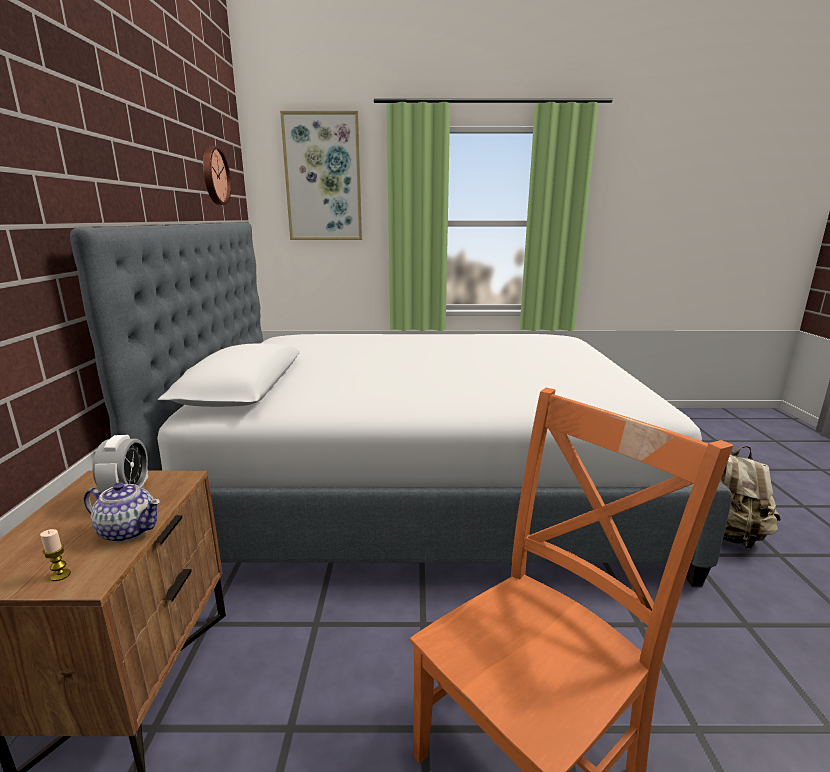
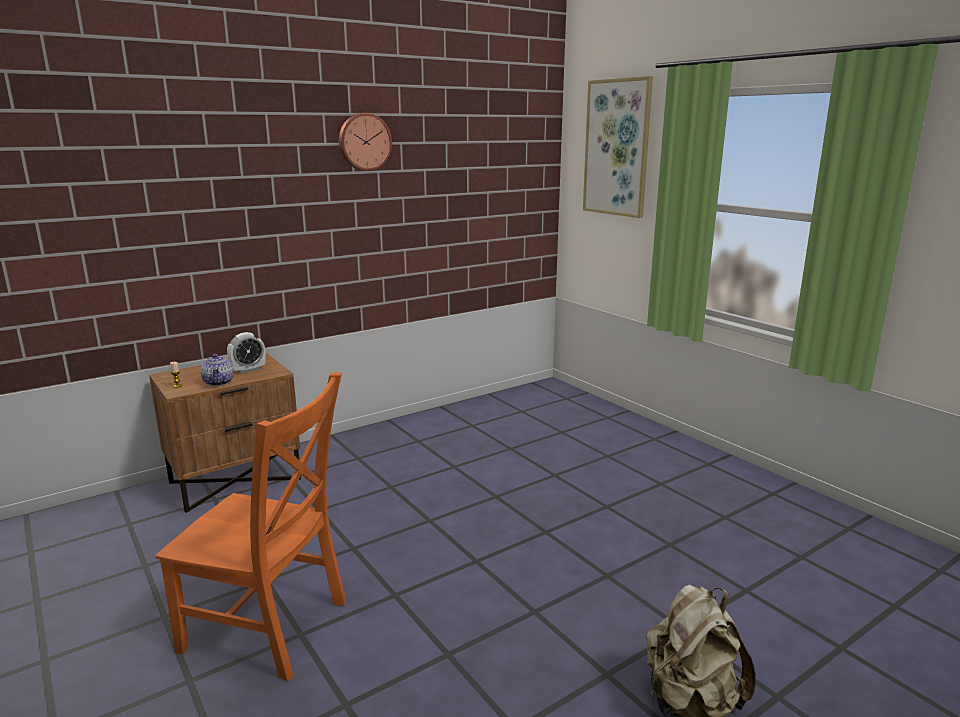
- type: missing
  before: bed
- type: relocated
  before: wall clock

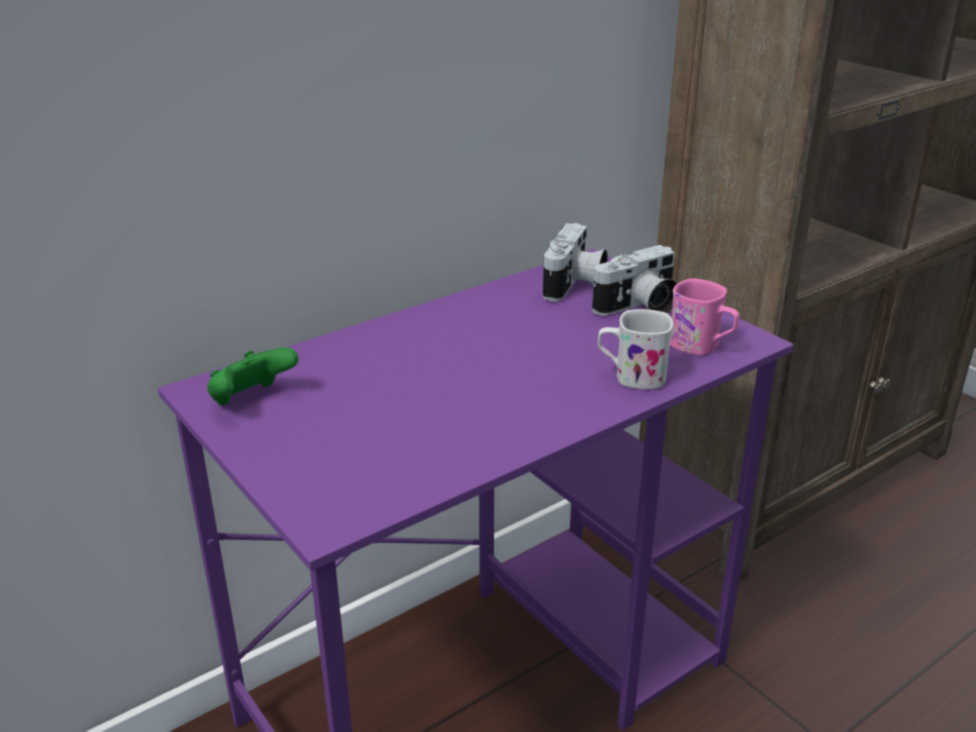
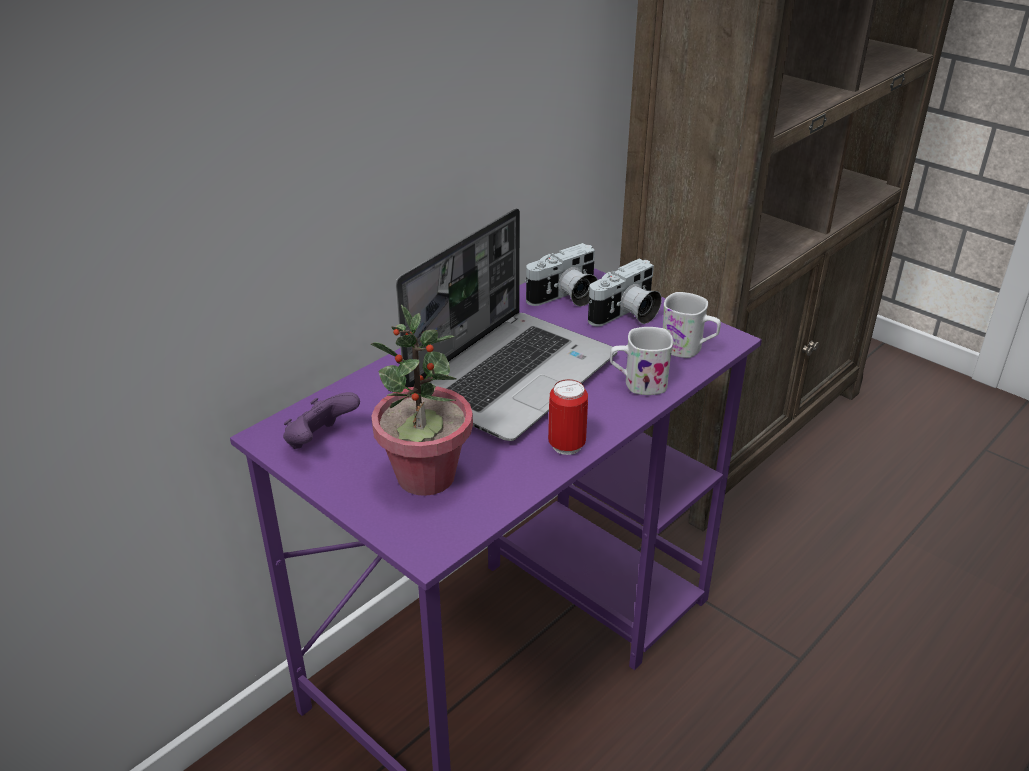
- type: appeared
  after: potted plant
- type: appeared
  after: laptop
- type: appeared
  after: can
- type: colour
  before: green game controller
  after: purple game controller
- type: colour
  before: pink mug
  after: white mug (no. 2 from left)
- type: spun
  before: photo camera (no. 1 from left)
  turn: 45

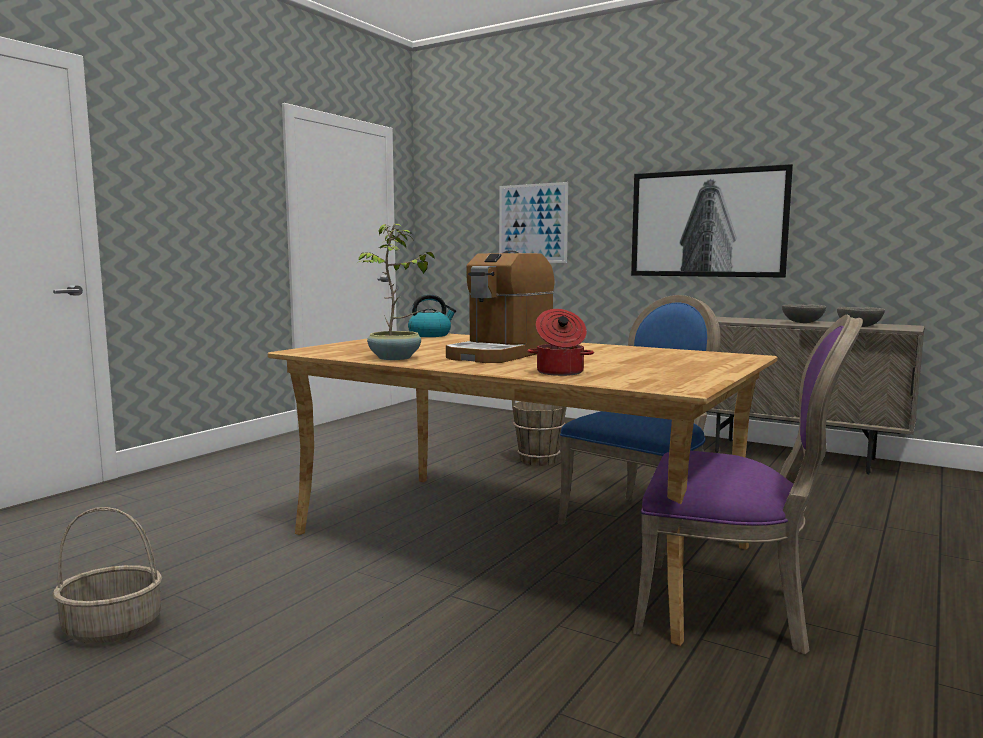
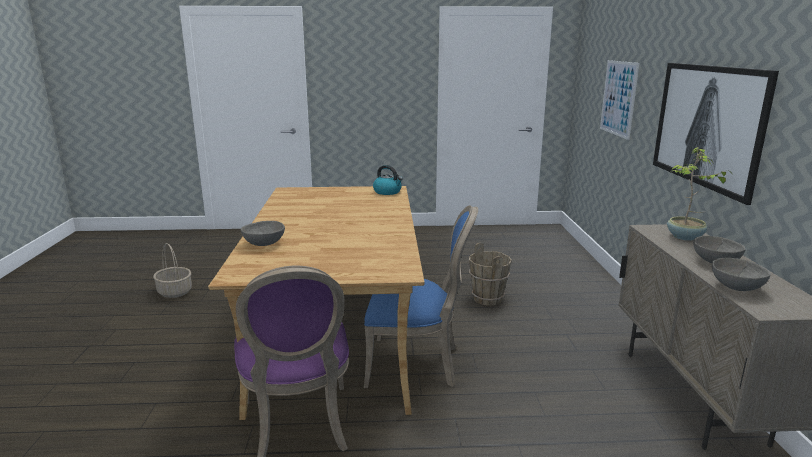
- type: missing
  before: coffee machine
- type: relocated
  before: potted plant
- type: exchanged
  before: cooking pot
  after: grey bowl (no. 1 from left)

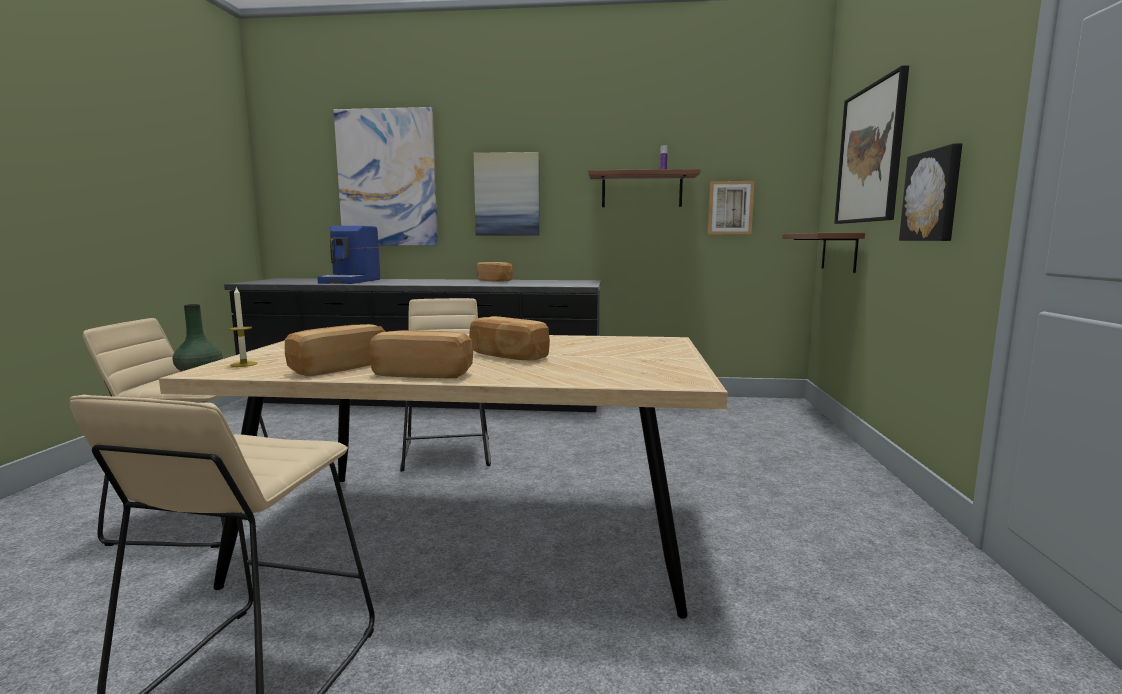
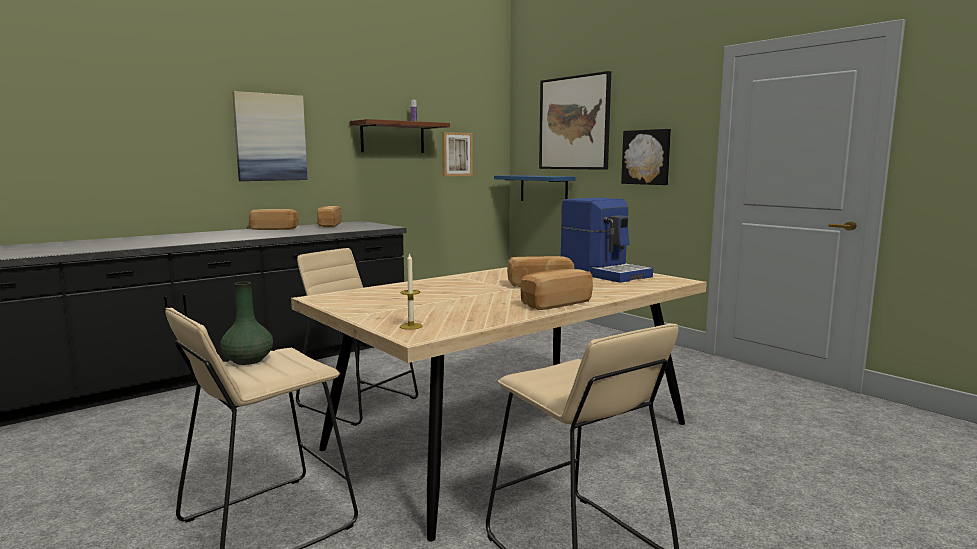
- type: missing
  before: picture (no. 1 from left)
- type: relocated
  before: bread (no. 1 from left in the first image)
  after: bread (no. 2 from left)
- type: relocated
  before: coffee machine
- type: colour
  before: brown shelf (no. 2 from left)
  after: blue shelf

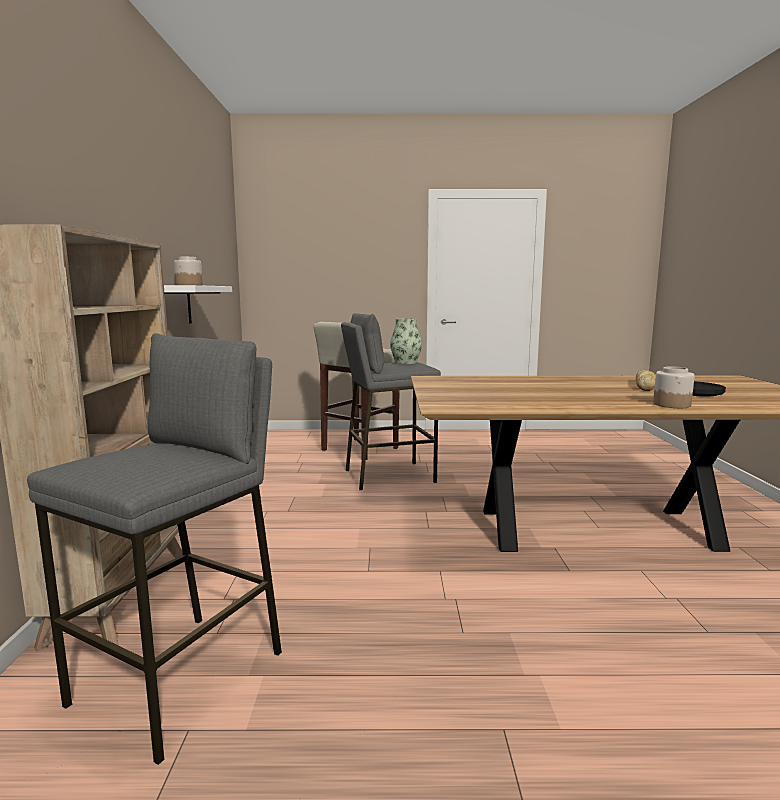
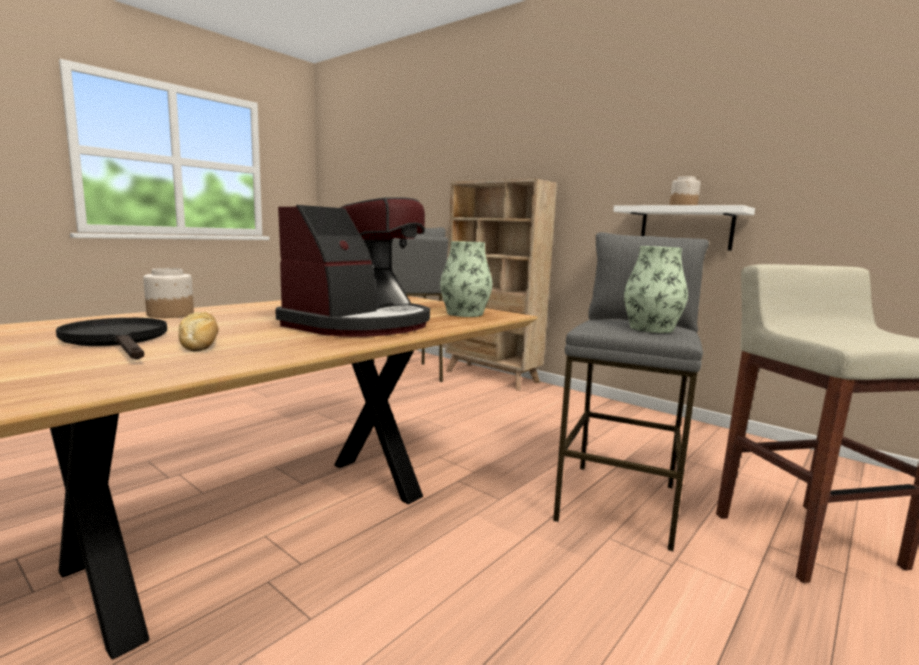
- type: appeared
  after: coffee machine
- type: appeared
  after: vase (no. 1 from left)

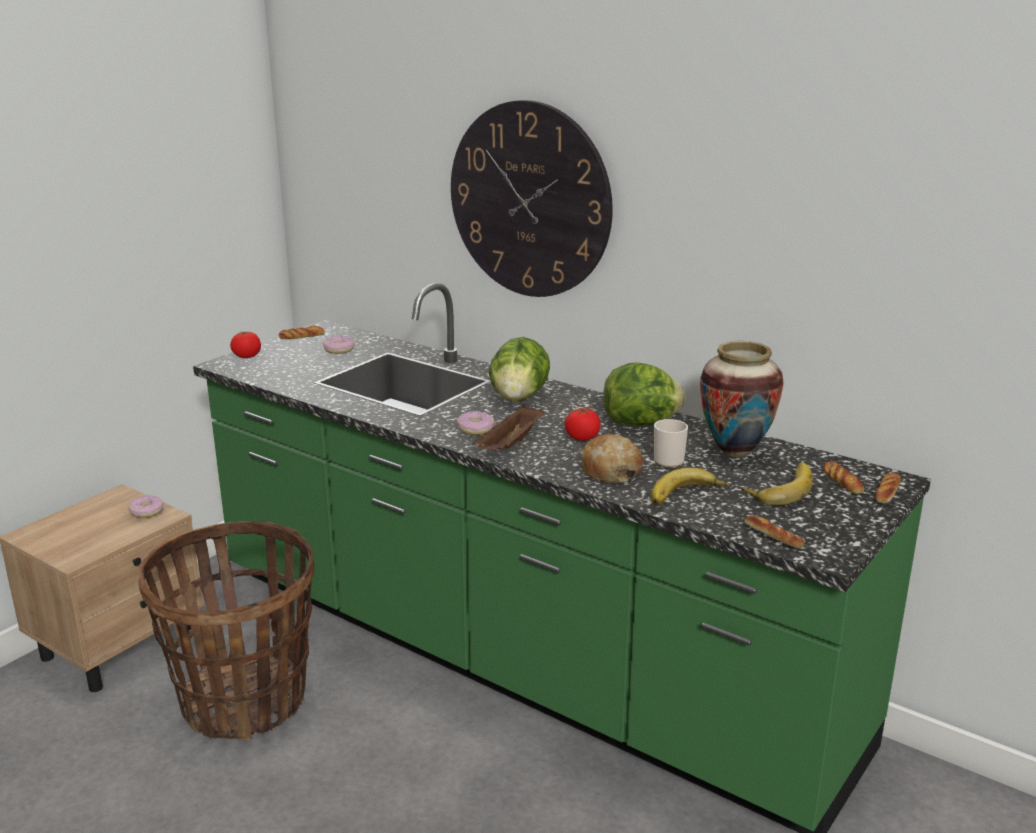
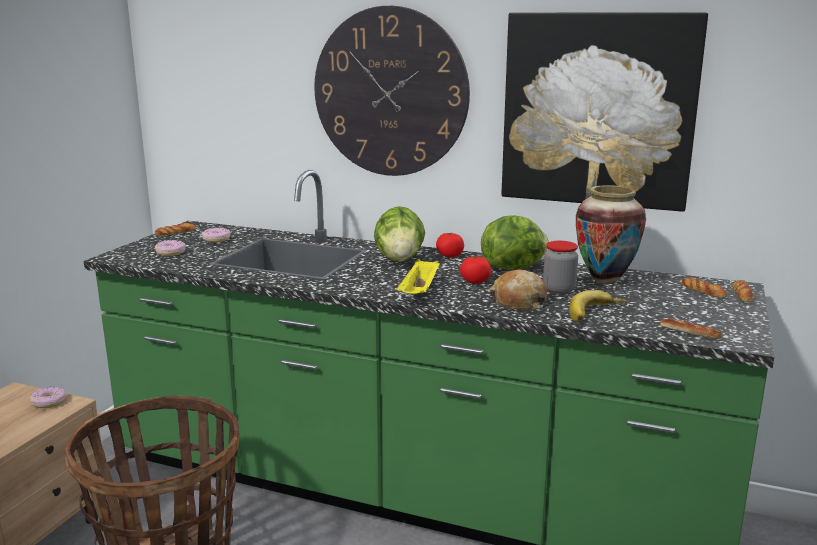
- type: missing
  before: banana (no. 2 from left)
- type: appeared
  after: picture
- type: relocated
  before: tomato (no. 1 from left)
- type: relocated
  before: donut (no. 3 from left in the first image)
  after: donut (no. 2 from left)
- type: exchanged
  before: mug
  after: jar
- type: colour
  before: brown tray
  after: yellow tray

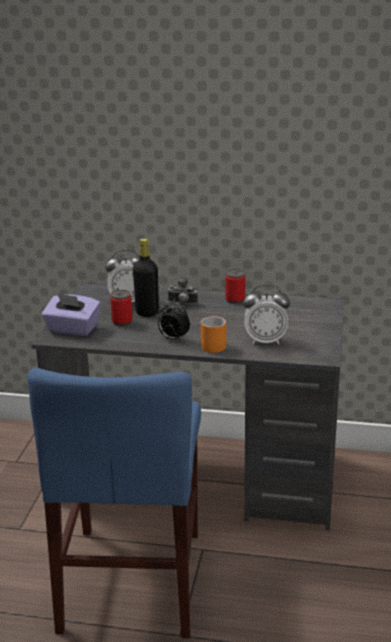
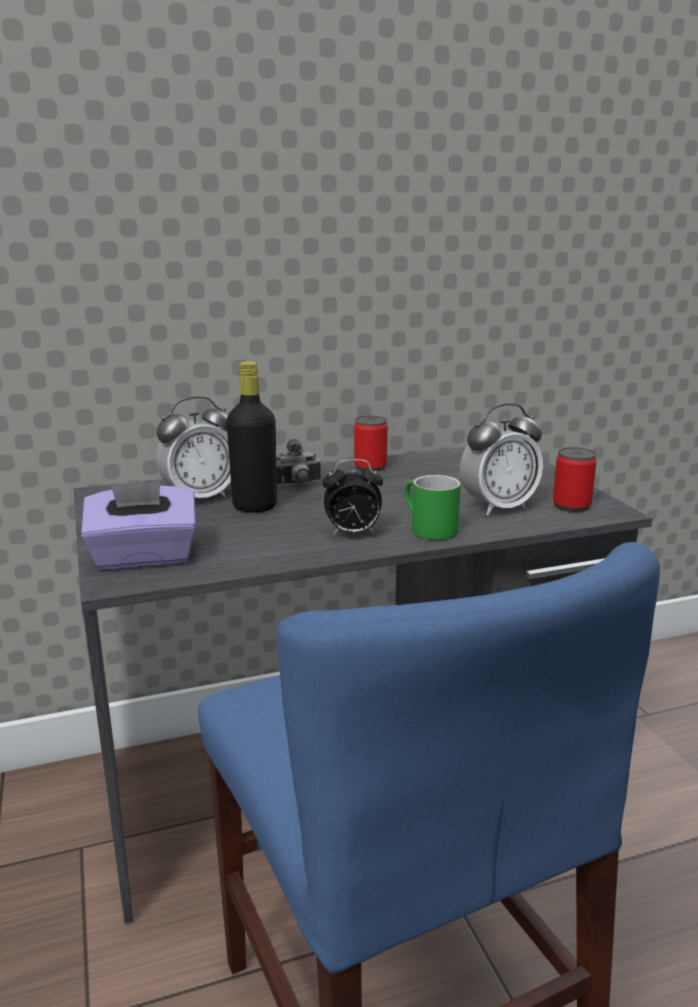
- type: relocated
  before: can (no. 1 from left in the first image)
  after: can (no. 2 from left)
- type: colour
  before: orange mug
  after: green mug

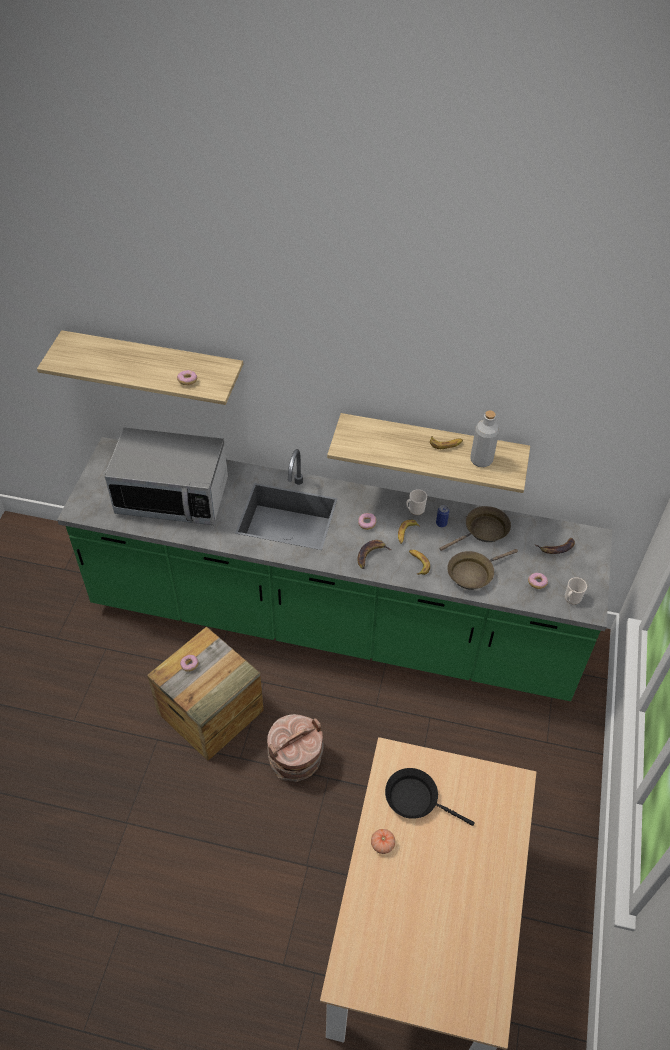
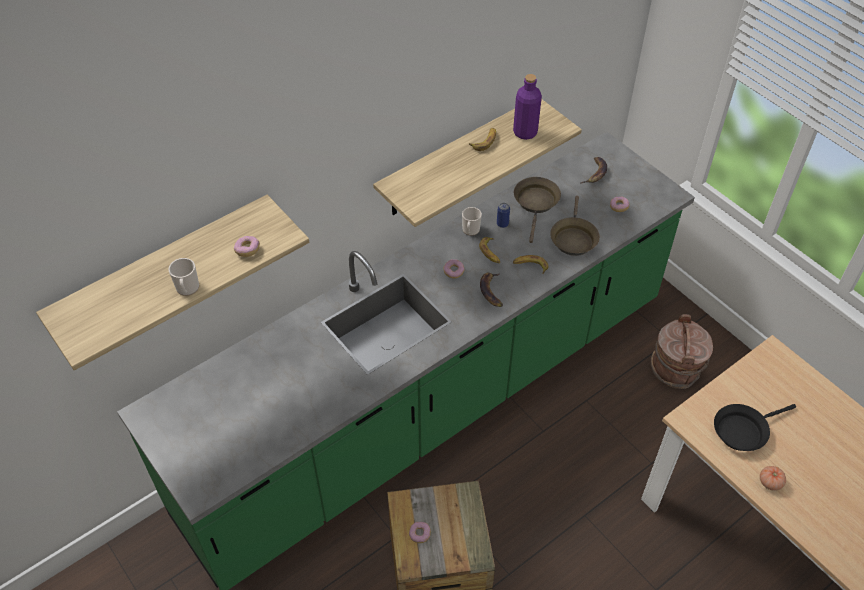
- type: missing
  before: microwave
- type: relocated
  before: brown bucket
- type: relocated
  before: mug (no. 2 from left in the first image)
  after: mug (no. 1 from left)
- type: colour
  before: grey bottle
  after: purple bottle

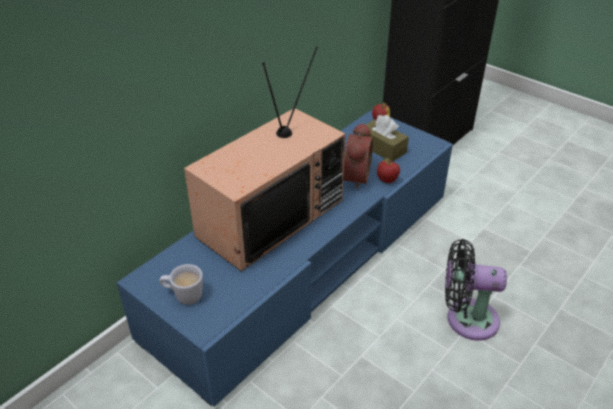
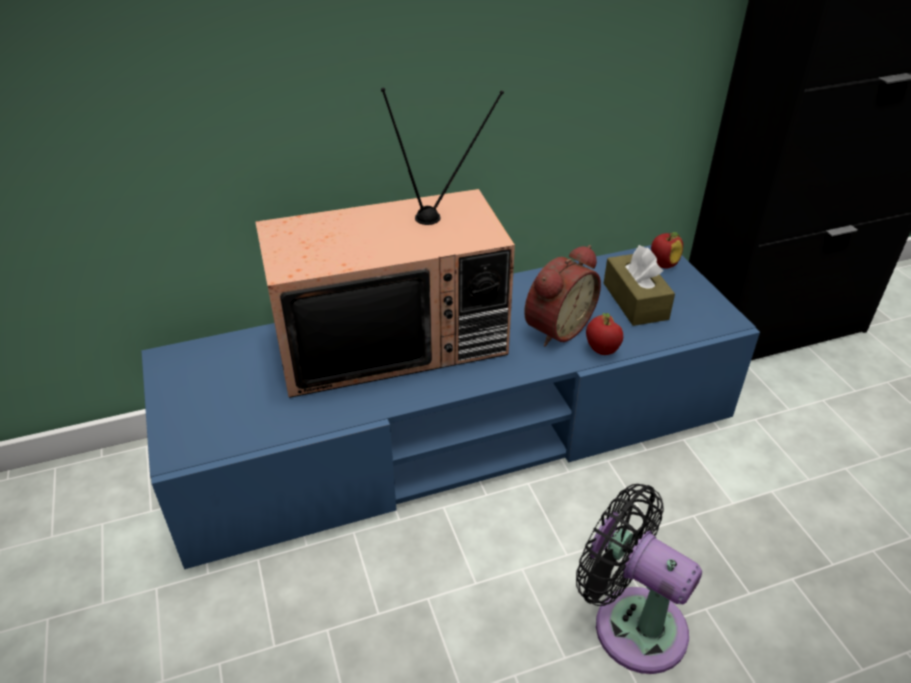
- type: missing
  before: white mug

